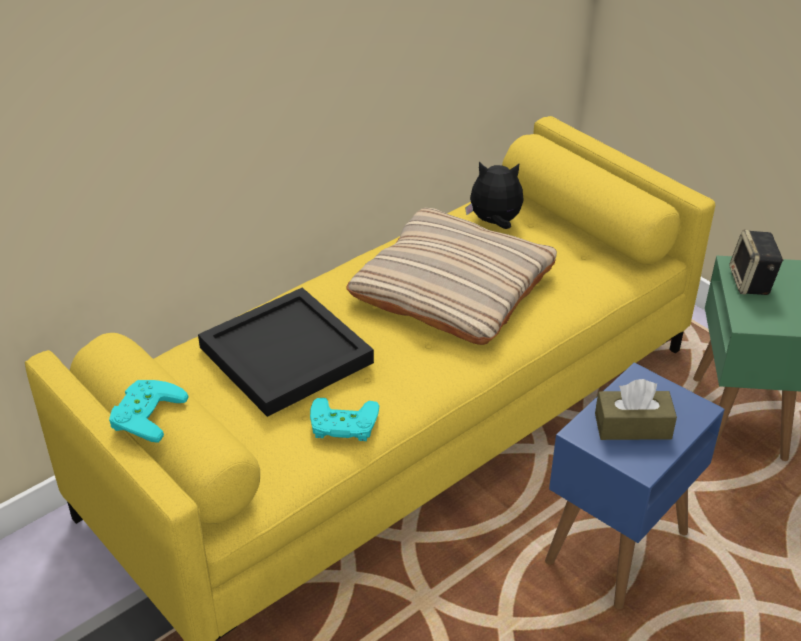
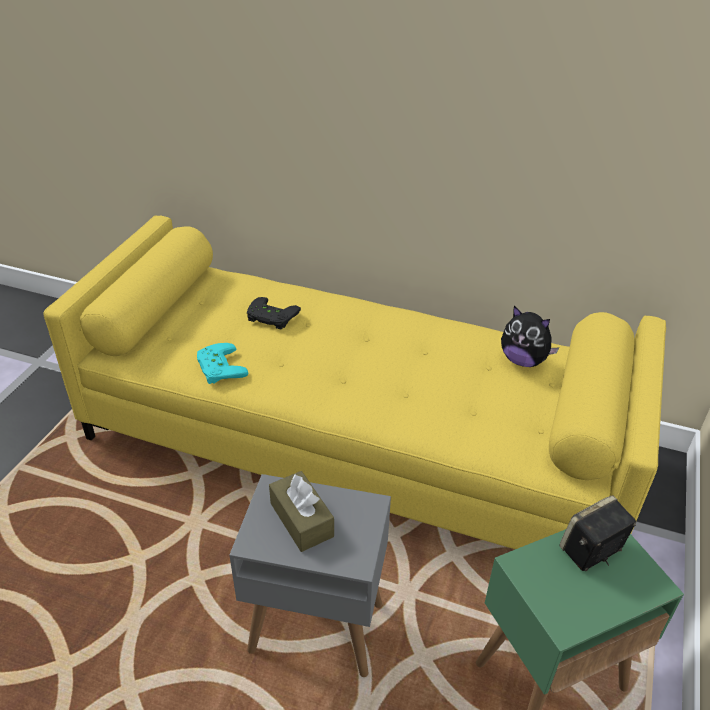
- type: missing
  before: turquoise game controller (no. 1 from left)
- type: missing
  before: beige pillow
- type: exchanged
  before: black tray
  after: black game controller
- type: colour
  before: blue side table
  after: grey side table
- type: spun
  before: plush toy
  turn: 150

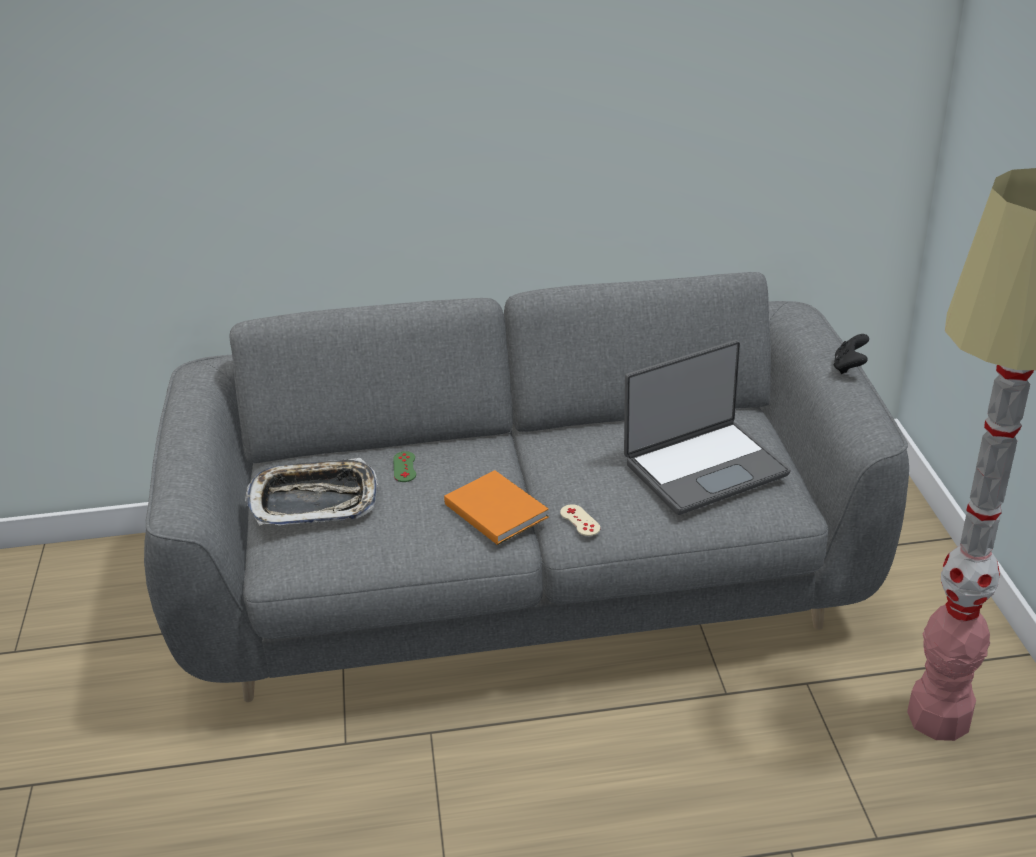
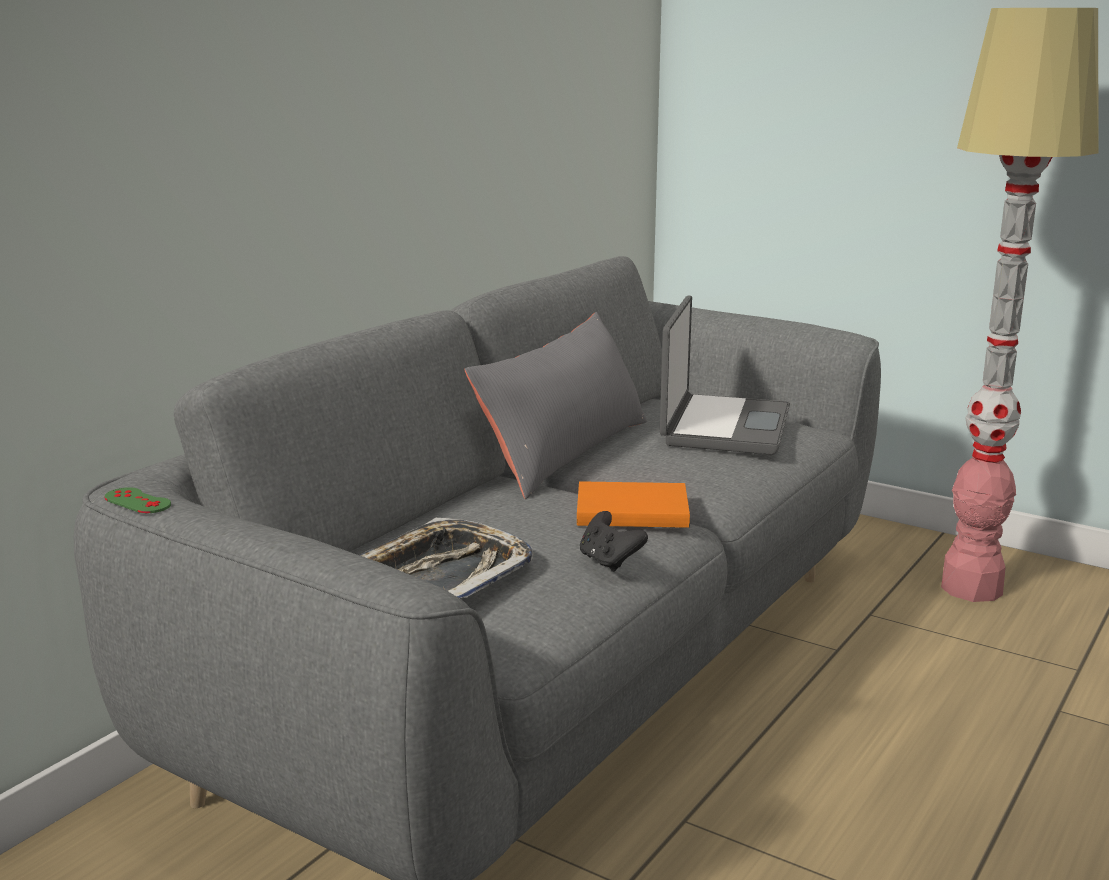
- type: missing
  before: beige game controller
- type: appeared
  after: grey pillow
- type: relocated
  before: green game controller
- type: relocated
  before: black game controller

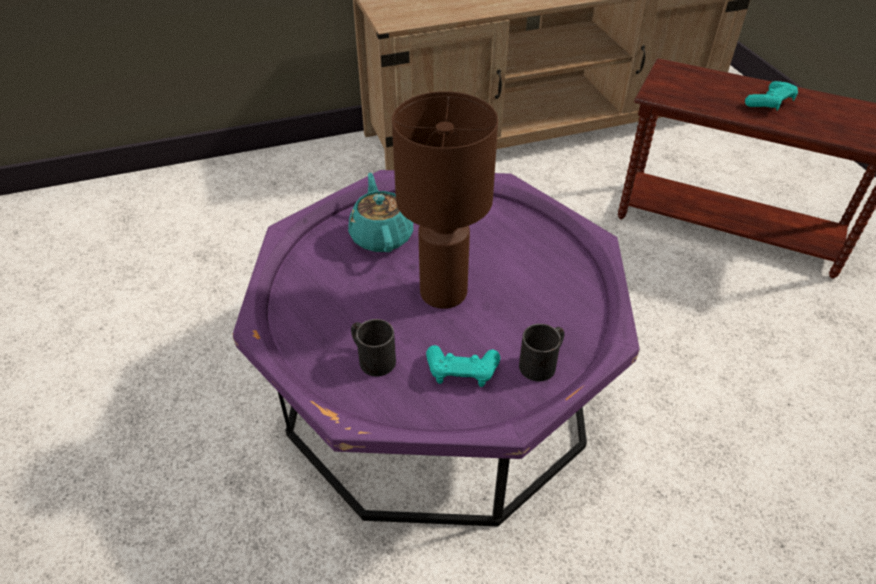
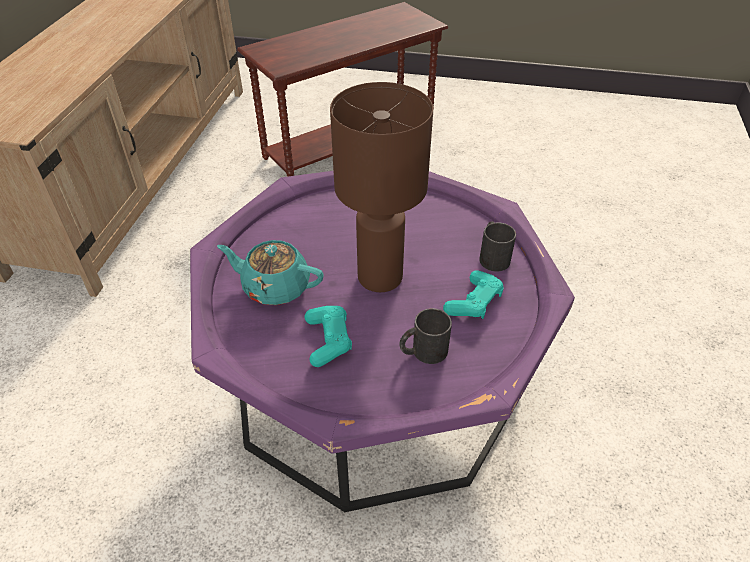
- type: relocated
  before: turquoise game controller (no. 2 from left in the first image)
  after: turquoise game controller (no. 1 from left)

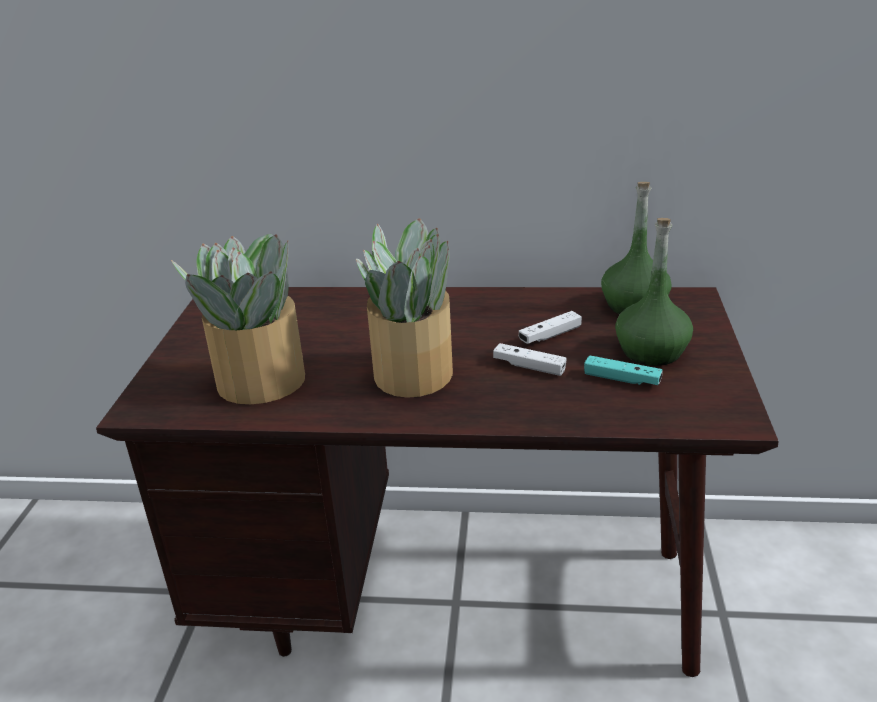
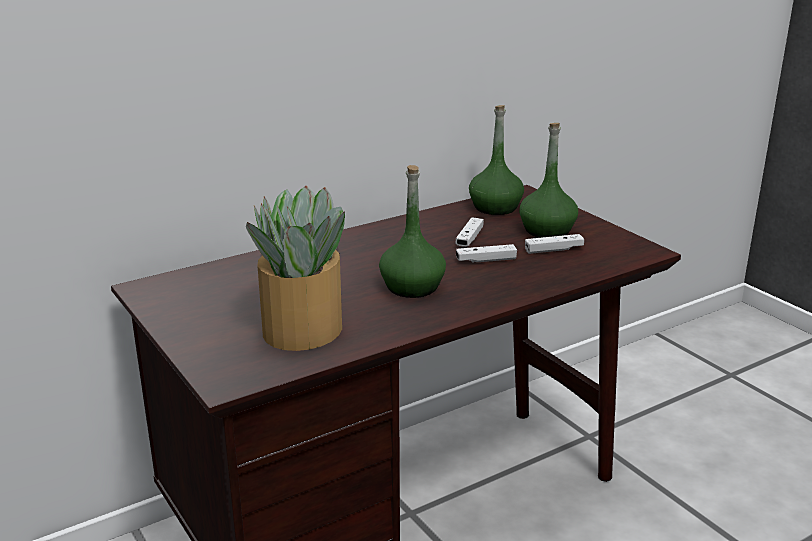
- type: exchanged
  before: potted plant (no. 2 from left)
  after: green bottle (no. 1 from left)
- type: colour
  before: turquoise game controller
  after: white game controller (no. 3 from left)

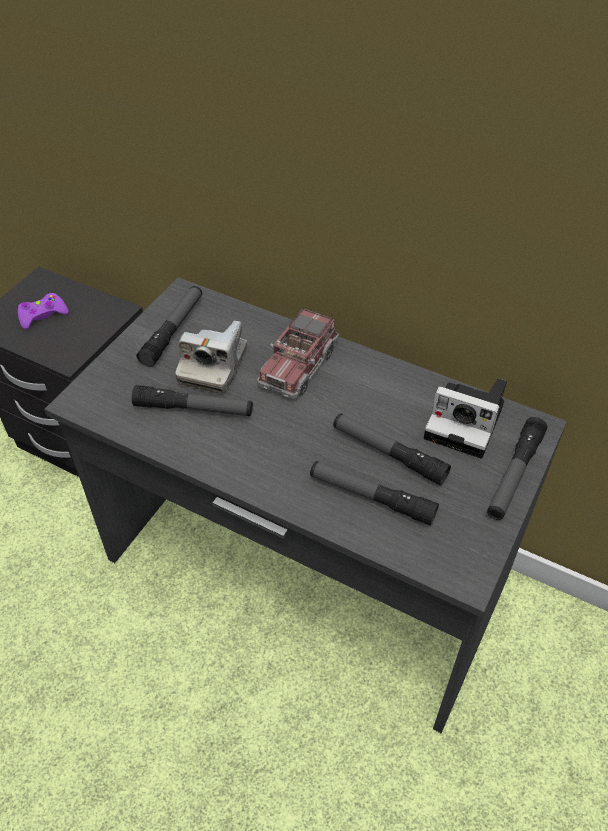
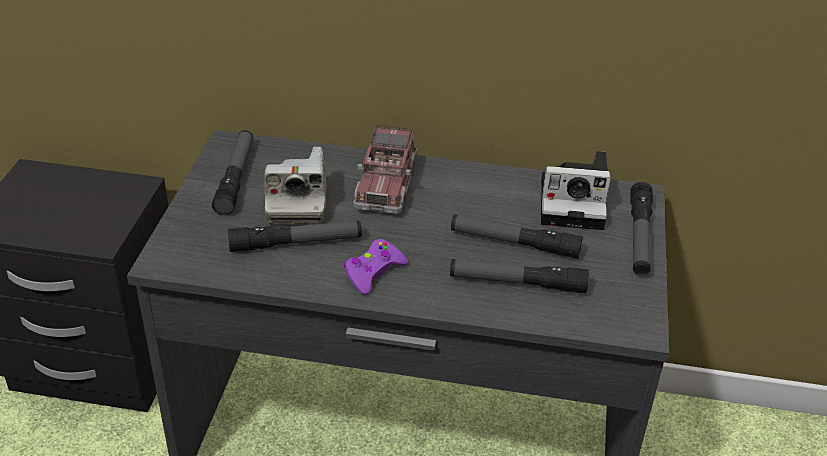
- type: relocated
  before: purple game controller

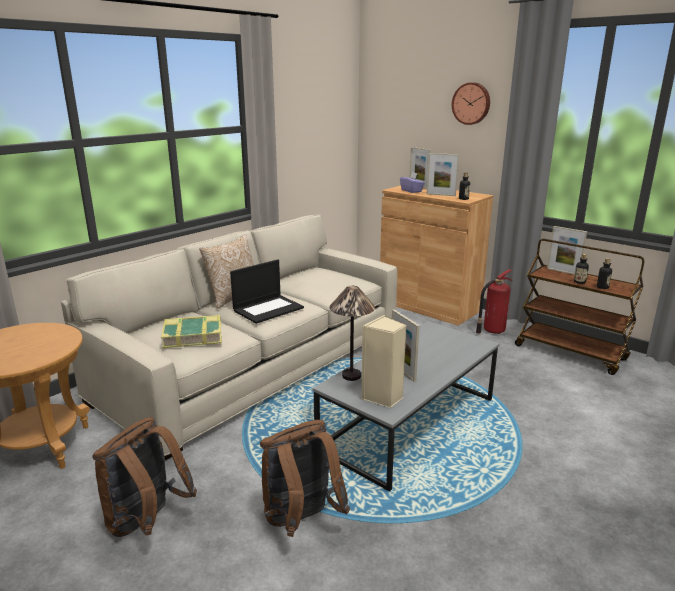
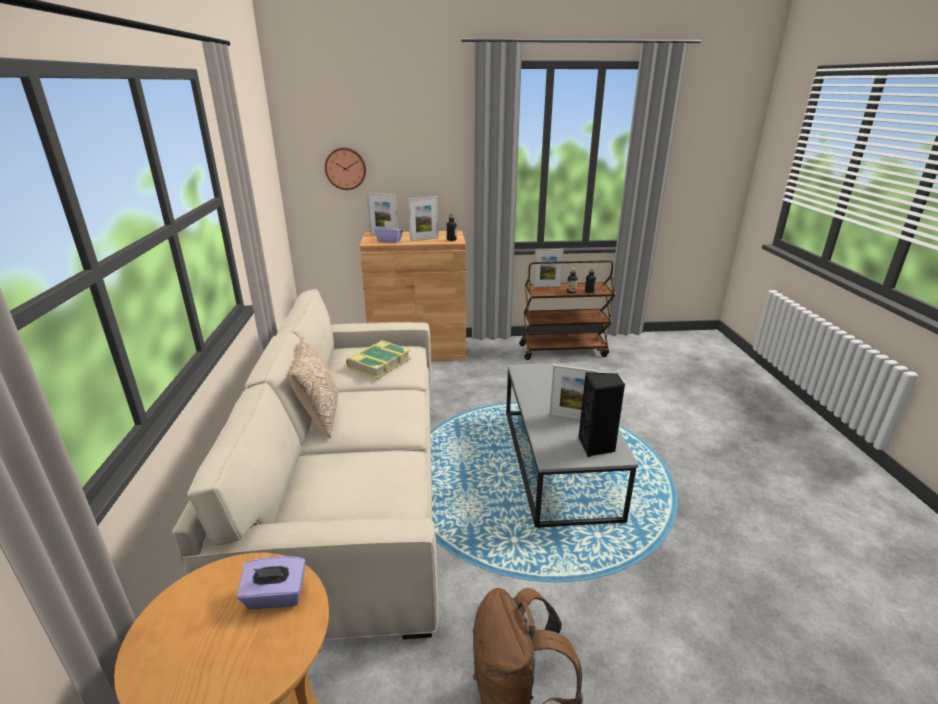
- type: missing
  before: laptop
- type: missing
  before: brown backpack (no. 2 from left)
- type: missing
  before: table lamp
- type: missing
  before: fire extinguisher
- type: appeared
  after: purple tissue box (no. 1 from left)
- type: relocated
  before: book
- type: relocated
  before: wall clock
- type: colour
  before: beige speaker
  after: black speaker

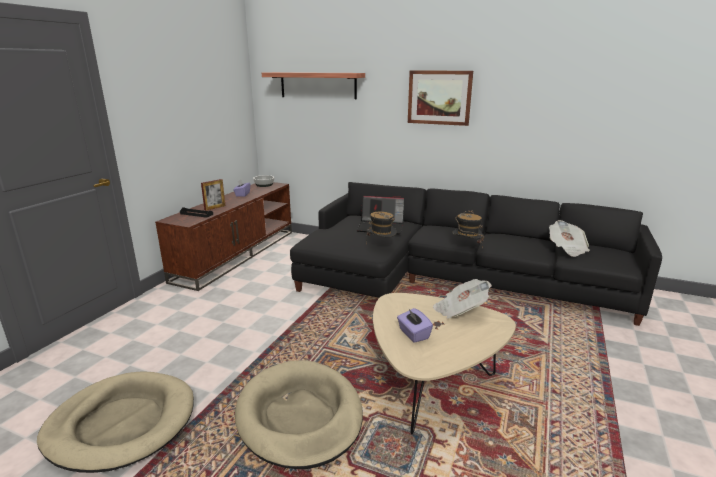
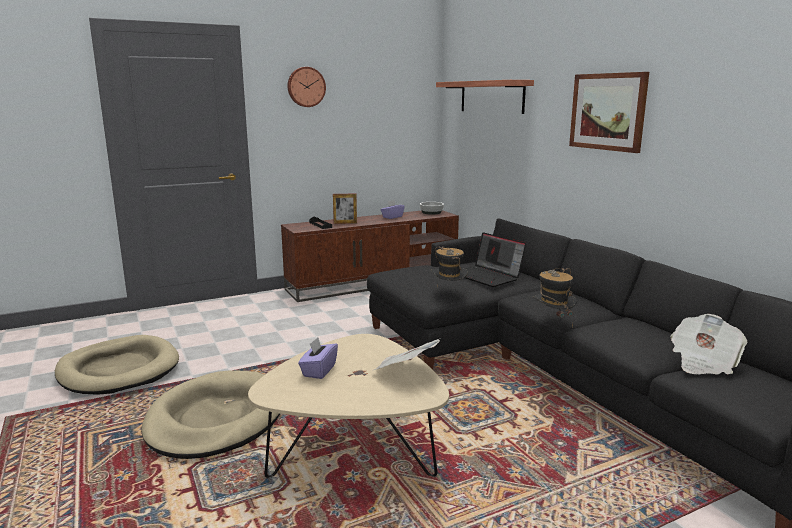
- type: appeared
  after: wall clock

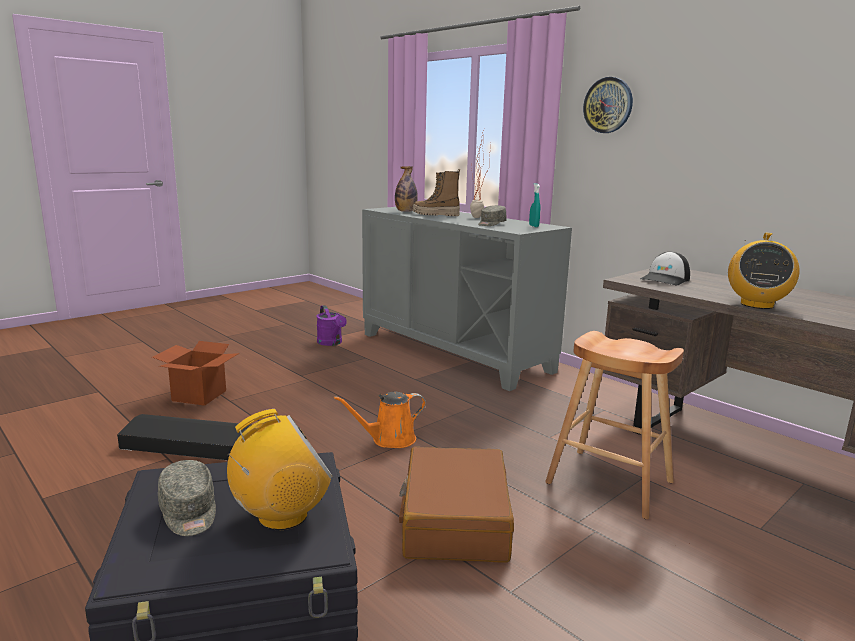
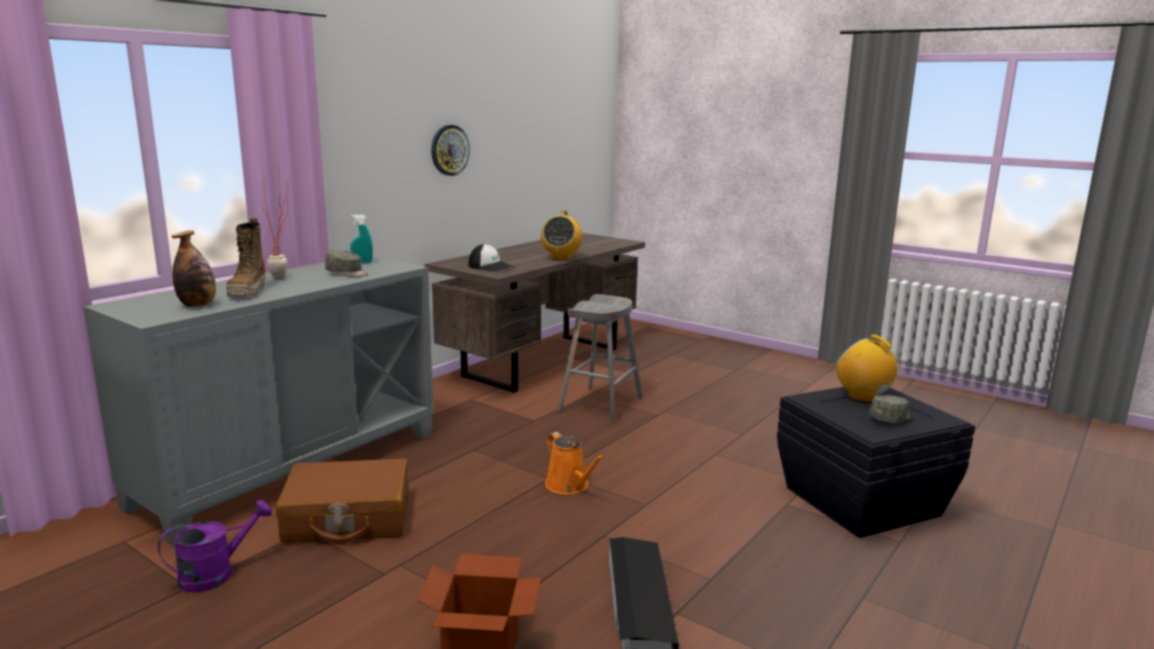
- type: relocated
  before: brown suitcase
- type: relocated
  before: wall clock
- type: colour
  before: brown stool
  after: grey stool
- type: spun
  before: radio (no. 2 from left in the first image)
  turn: 90

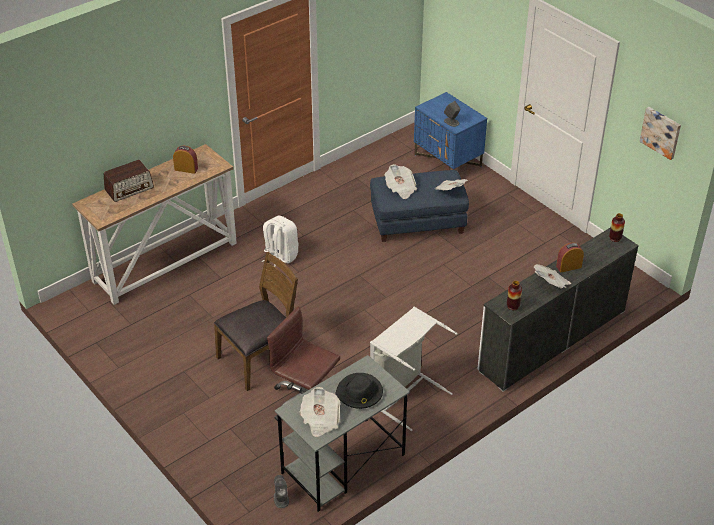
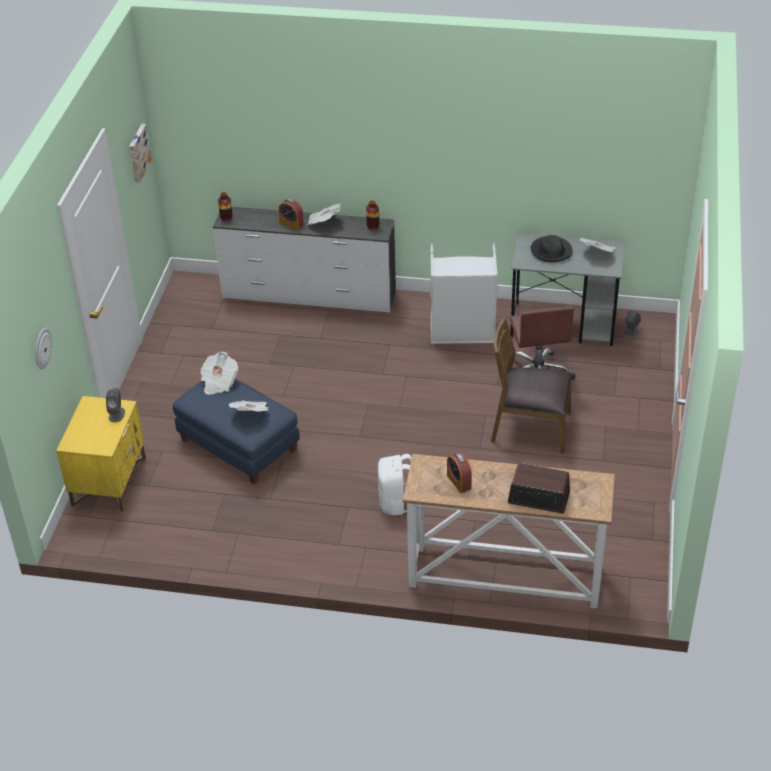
- type: appeared
  after: wall clock
- type: colour
  before: blue nightstand
  after: yellow nightstand

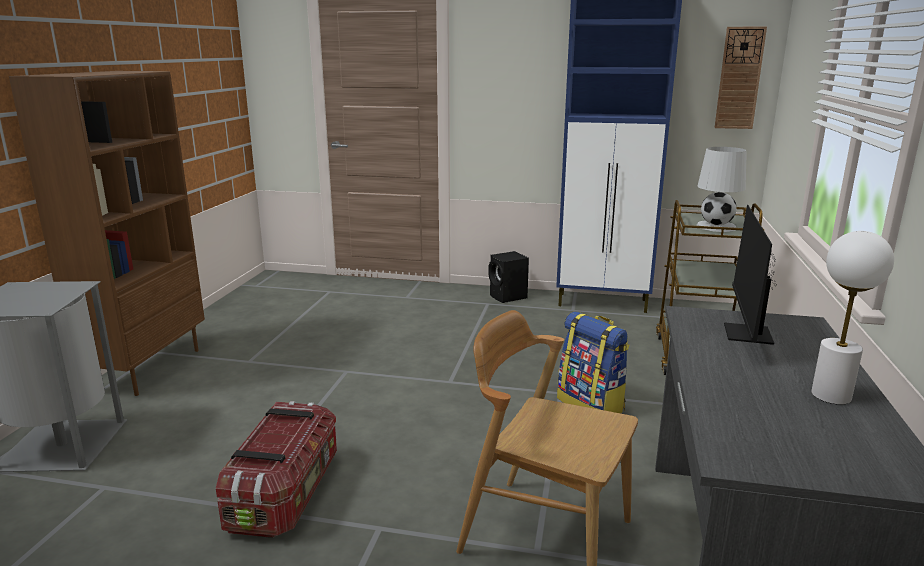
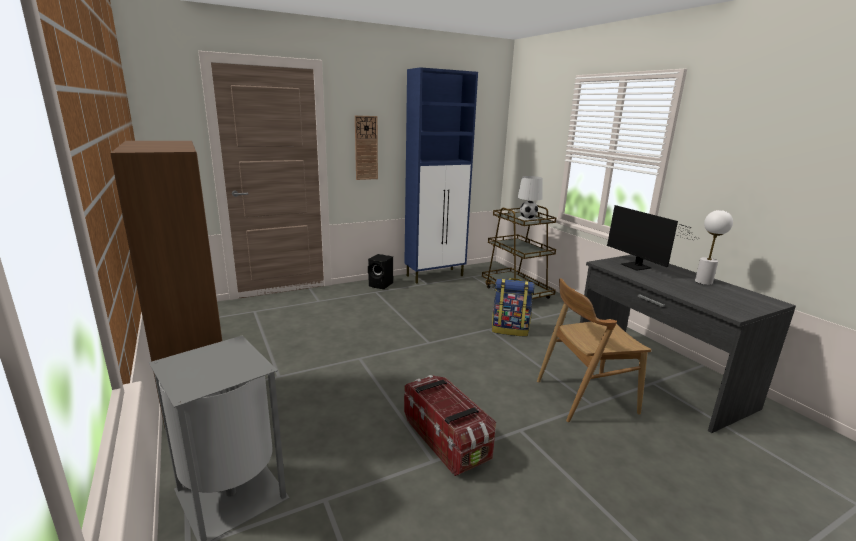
- type: relocated
  before: wall clock

